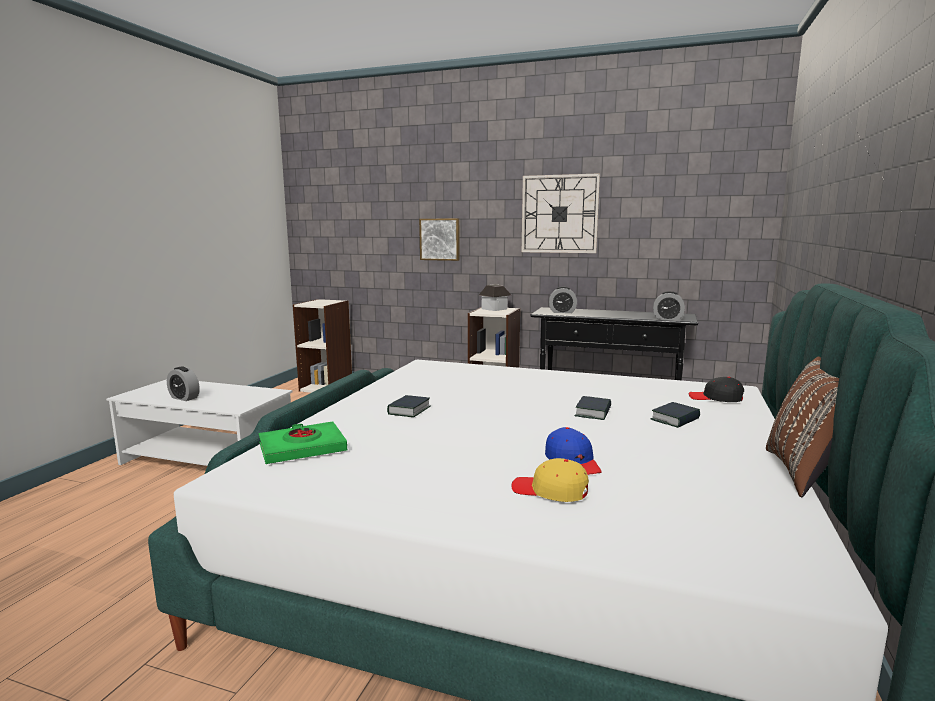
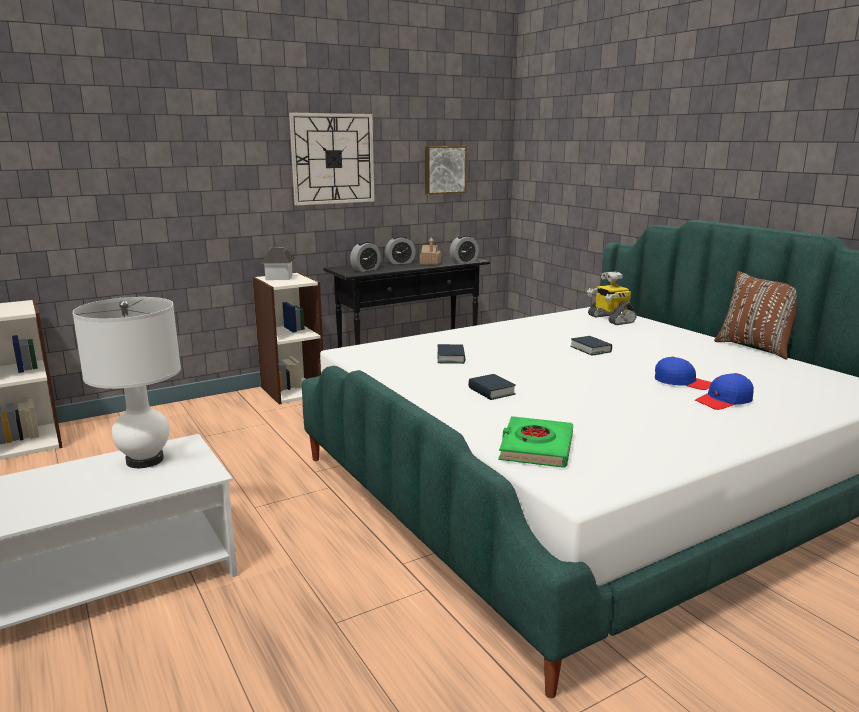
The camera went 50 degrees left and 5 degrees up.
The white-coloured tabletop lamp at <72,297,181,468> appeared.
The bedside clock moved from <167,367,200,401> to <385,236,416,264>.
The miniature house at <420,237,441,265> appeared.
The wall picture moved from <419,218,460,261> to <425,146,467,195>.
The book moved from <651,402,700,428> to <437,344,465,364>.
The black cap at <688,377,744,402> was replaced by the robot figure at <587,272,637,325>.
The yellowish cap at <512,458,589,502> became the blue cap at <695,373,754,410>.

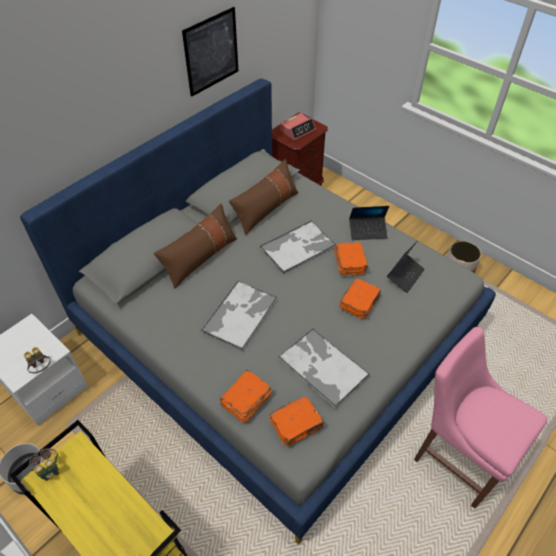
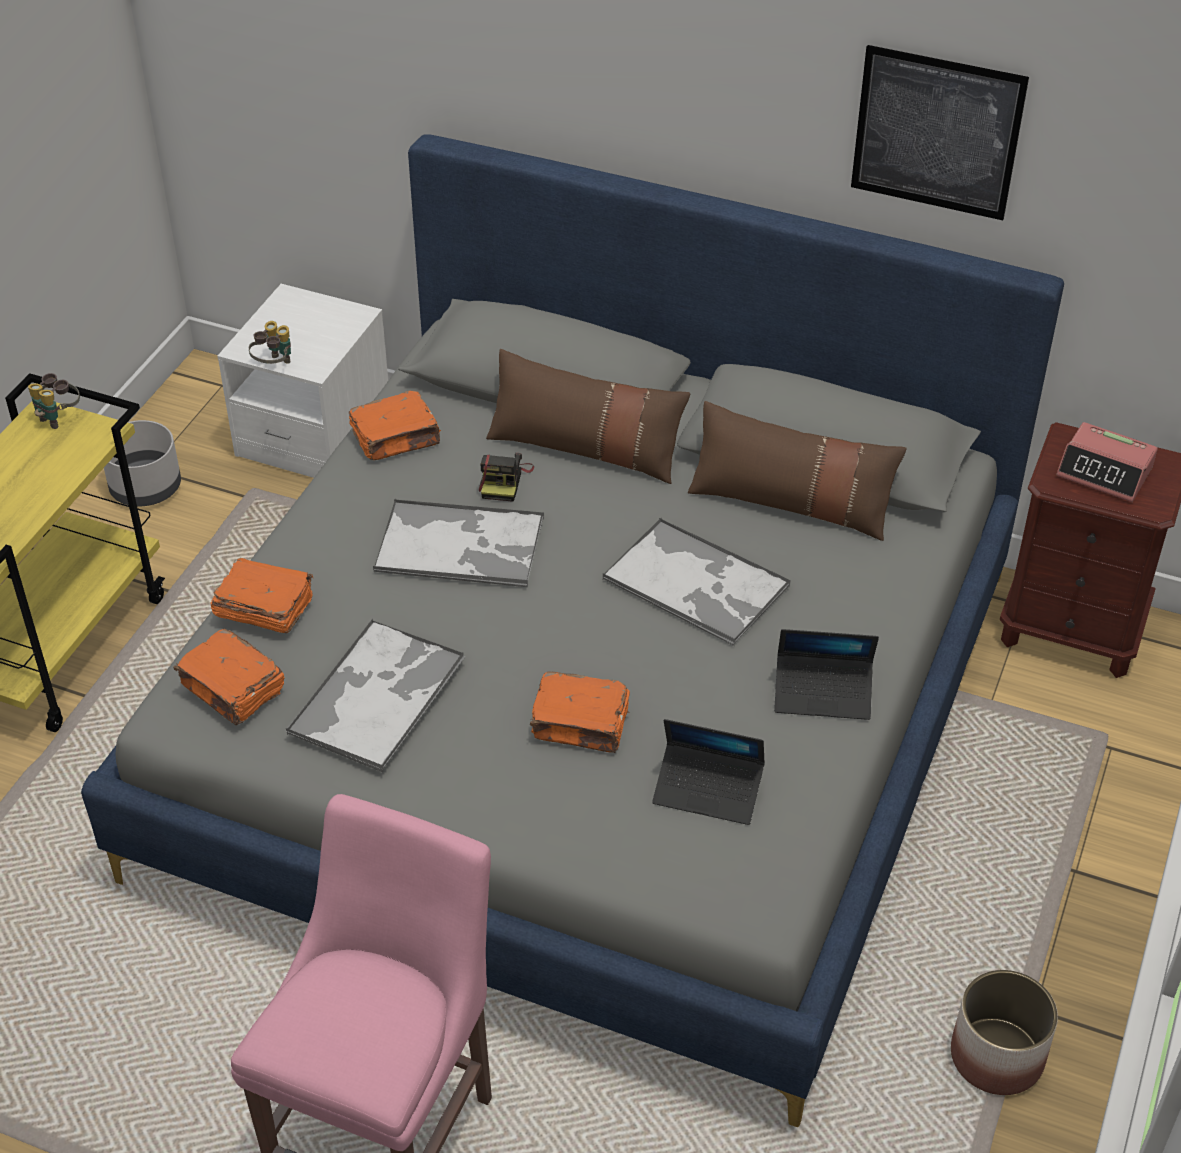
The camera went 70 degrees right and 5 degrees down.
The orange-coloured book moved from <334,242,369,275> to <349,391,441,460>.
The photo camera at <479,453,534,502> appeared.
The notebook computer at <349,206,390,240> turned 60 degrees counterclockwise.

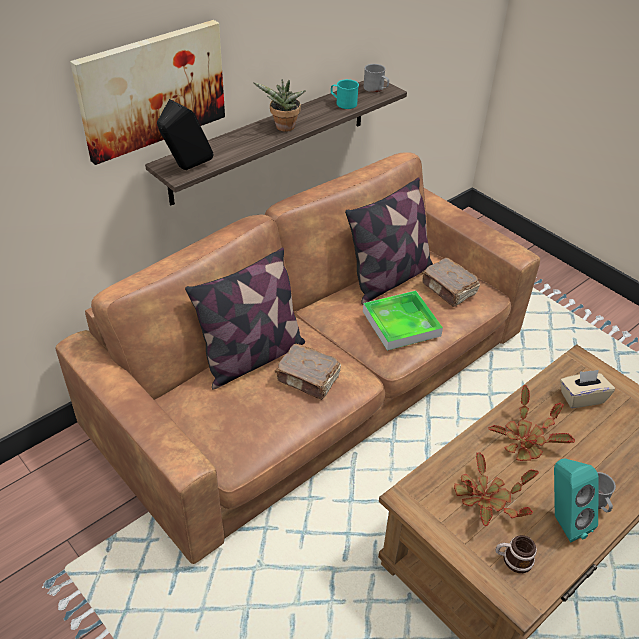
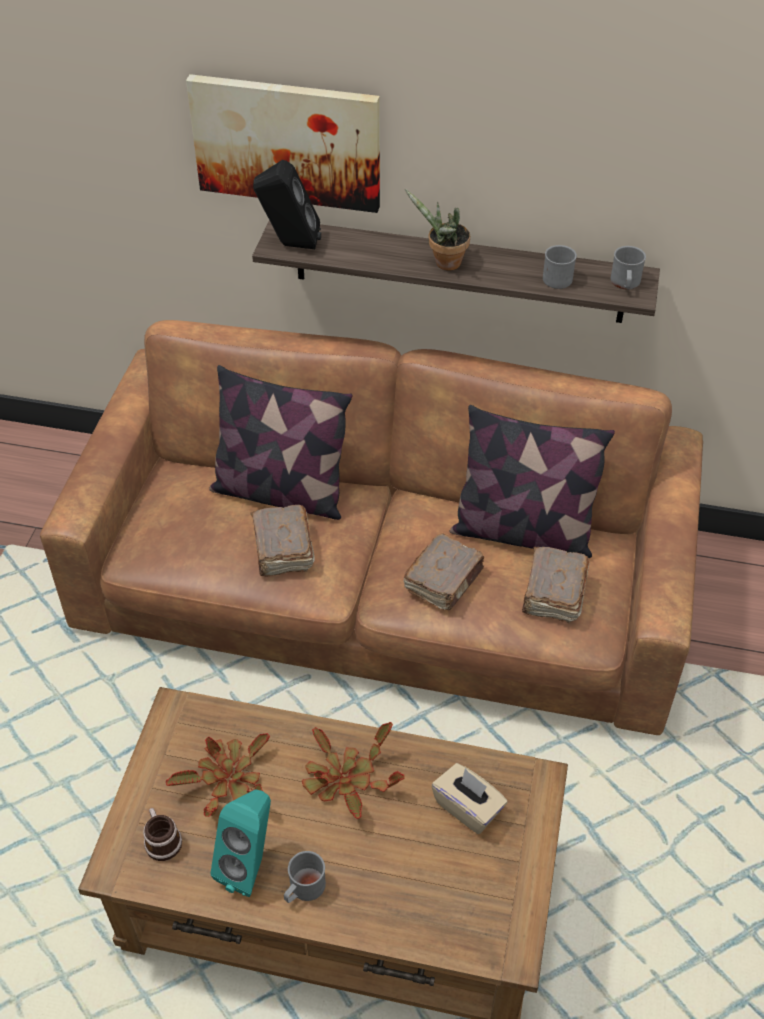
The camera went 55 degrees right and 5 degrees up.
The carrying tray at <363,291,443,351> was replaced by the brown-coloured book at <404,533,484,610>.
The blue-green mug at <331,79,359,109> became the grey mug at <543,245,577,289>.

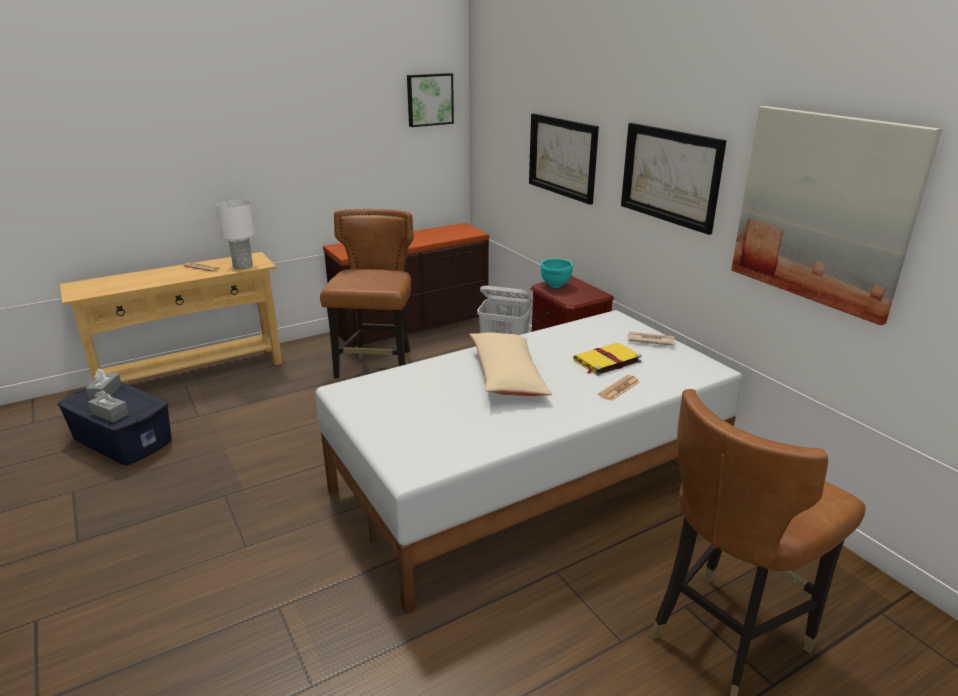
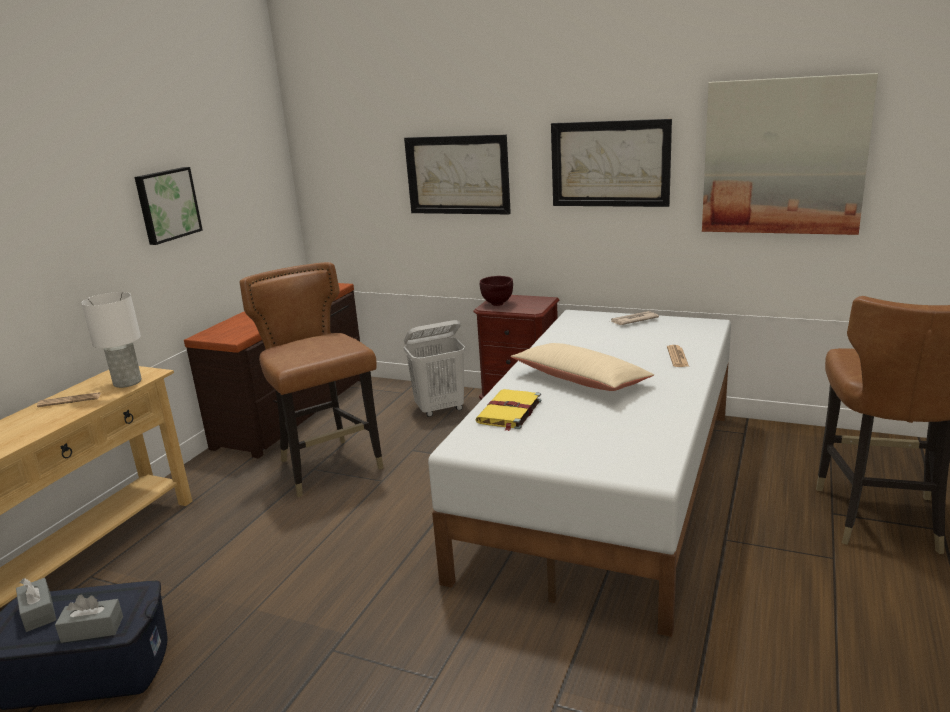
The camera went 35 degrees left and 5 degrees down.
The wall picture moved from <407,73,454,127> to <135,167,203,245>.
The yellowish book moved from <573,343,642,376> to <475,389,542,431>.
The blue-green serving bowl at <541,259,573,288> became the brown-coloured serving bowl at <480,276,513,306>.

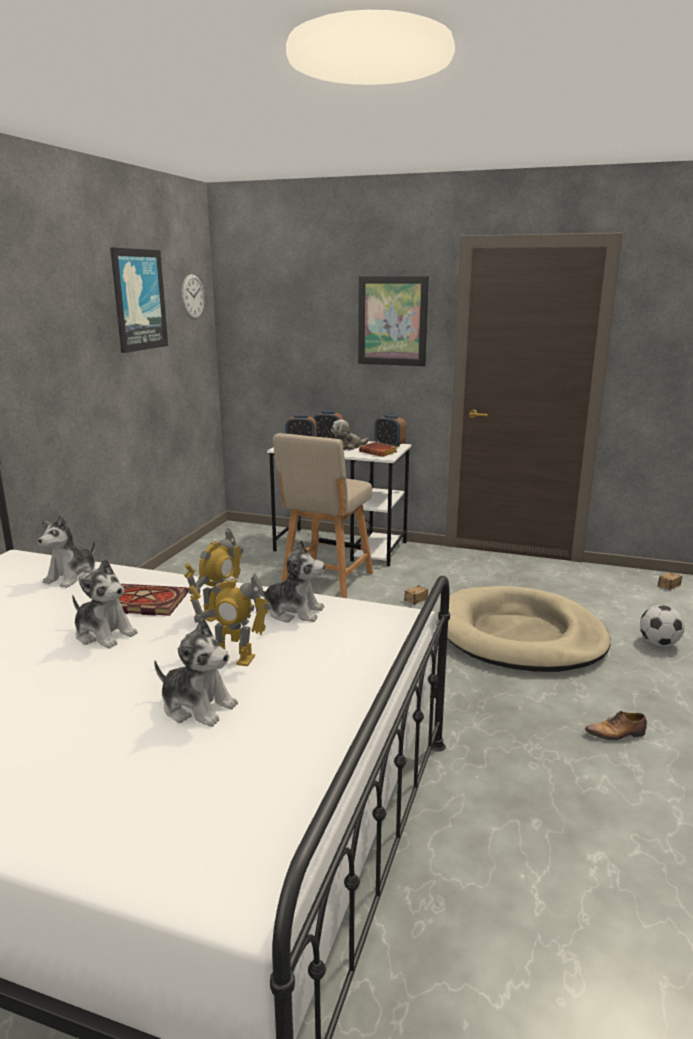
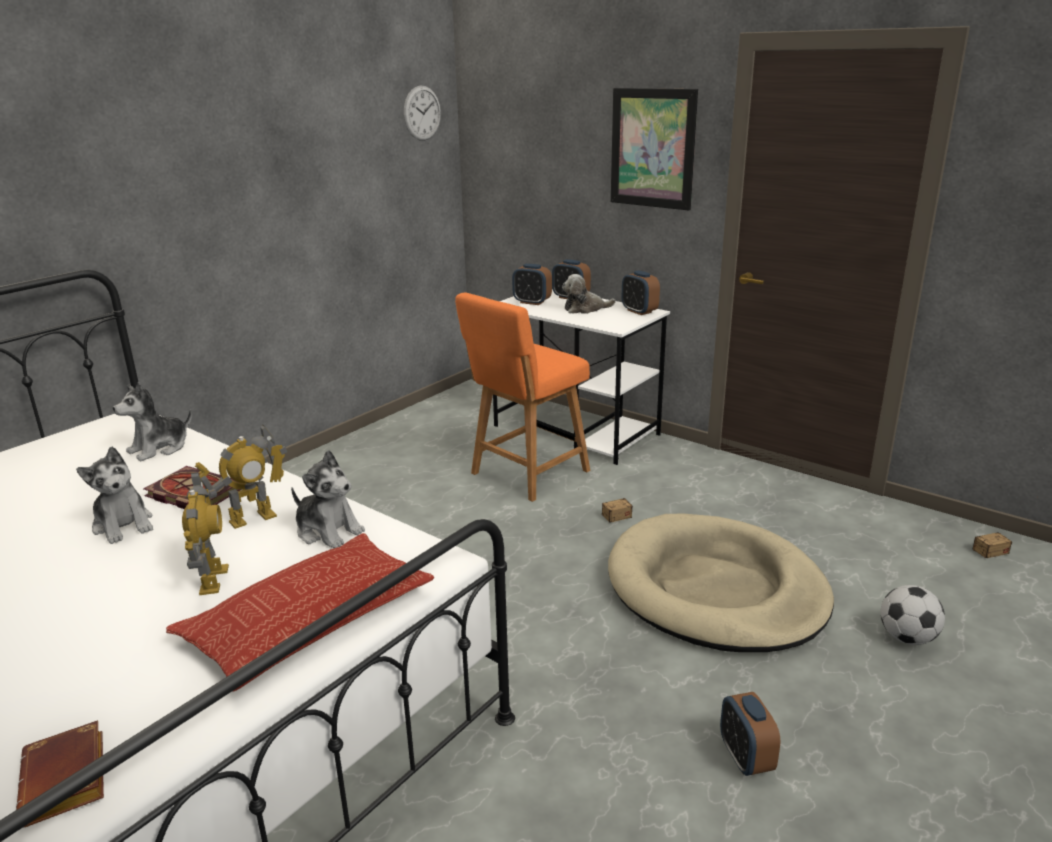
The camera went 20 degrees right and 5 degrees up.
The brown-coloured book moved from <359,442,397,457> to <16,720,104,827>.
The cushion at <166,533,434,692> appeared.
The robot figure at <189,573,272,666> turned 135 degrees counterclockwise.
The beige plain chair at <273,433,373,598> became the orange-coloured plain chair at <455,293,590,502>.
The shoe at <585,711,647,740> was replaced by the bedside clock at <720,692,780,776>.
The wall picture at <110,247,168,353> disappeared.
The soft toy at <154,618,238,727> disappeared.

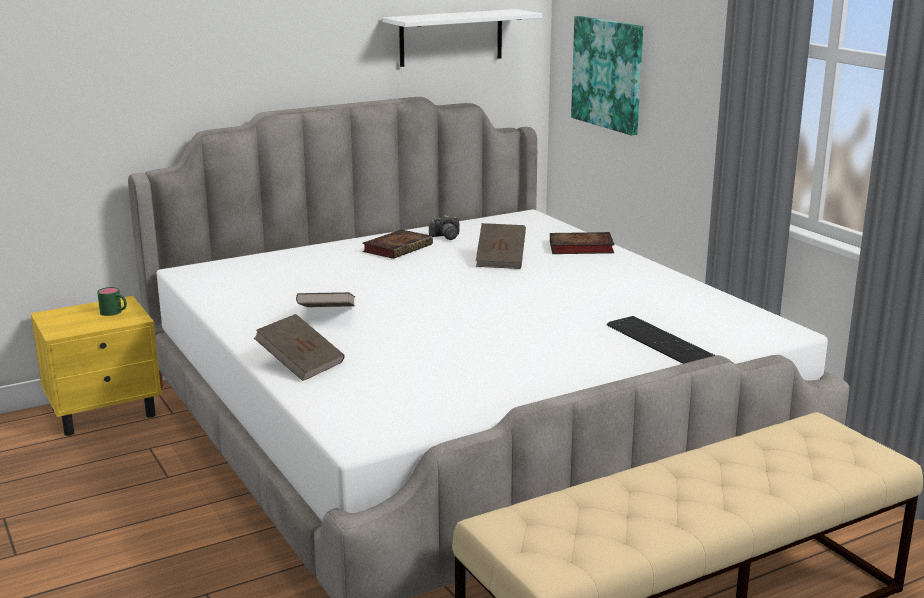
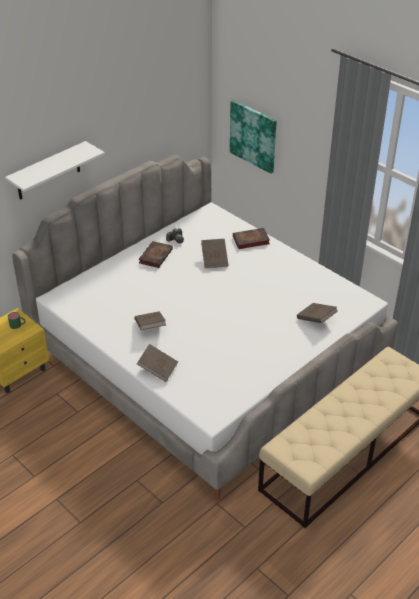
The camera went 15 degrees left and 20 degrees up.
The white-coloured shelf moved from <382,9,542,67> to <5,141,105,200>.
The PC keyboard at <607,316,716,364> was replaced by the brown-coloured book at <297,303,338,323>.

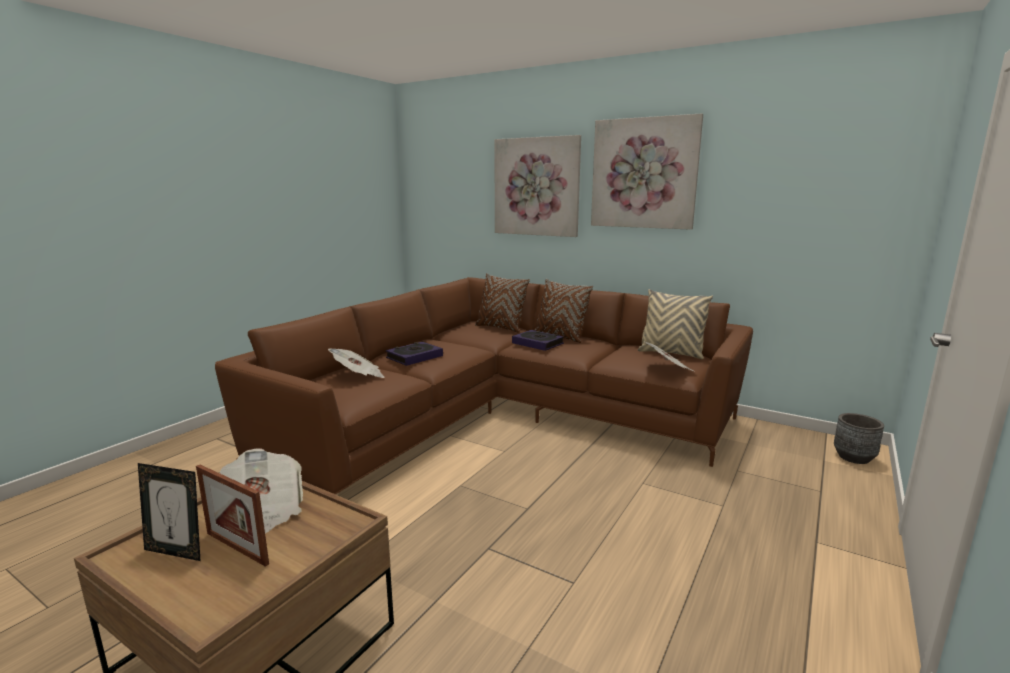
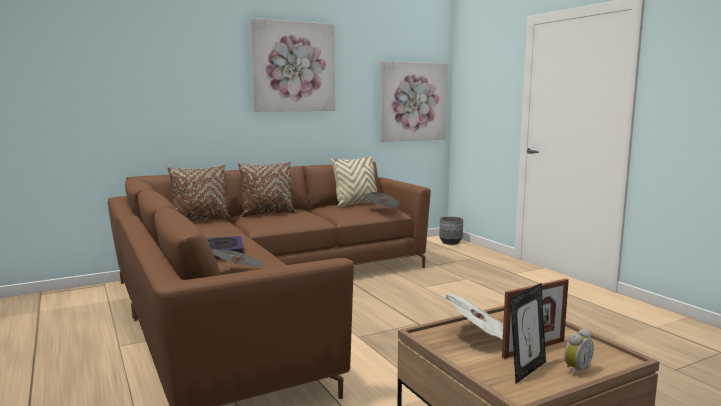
The camera went 60 degrees left and 5 degrees down.
The wall picture moved from <494,135,581,237> to <380,61,447,142>.
The bedside clock at <564,329,594,376> appeared.
The book at <512,330,564,351> disappeared.

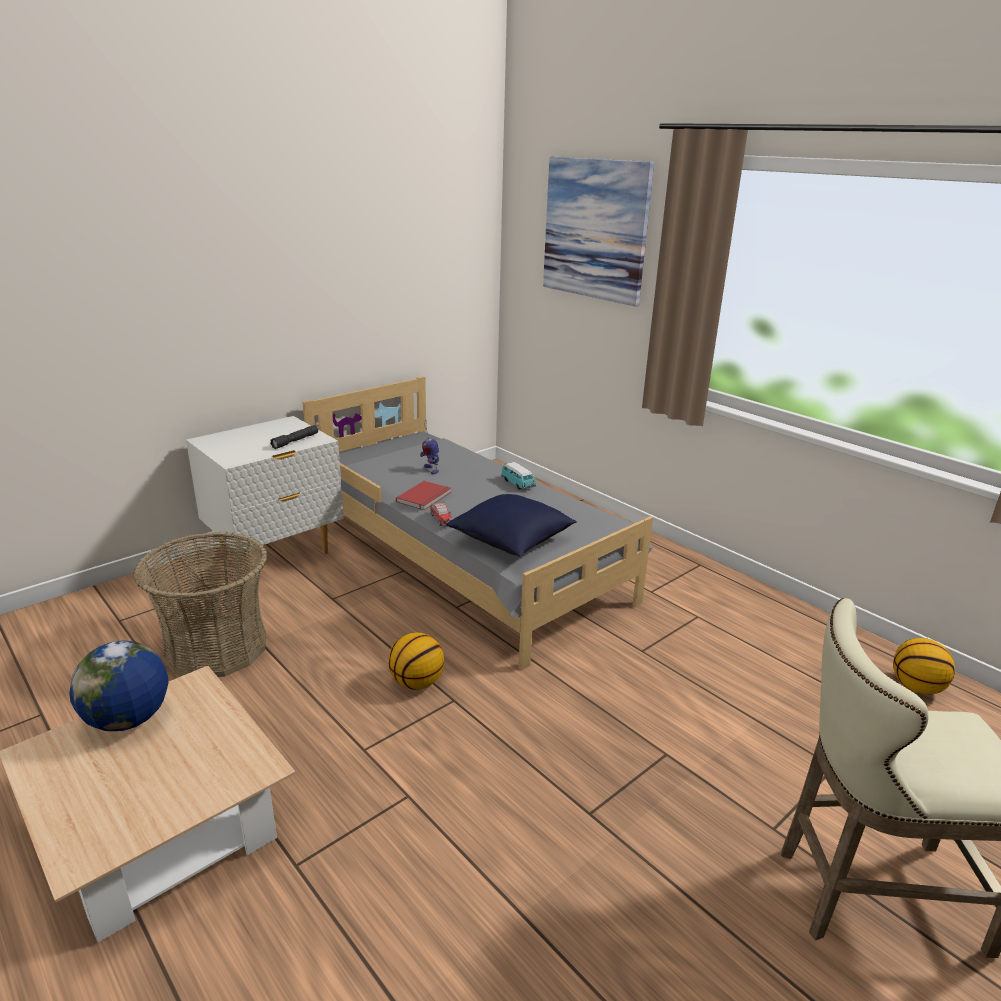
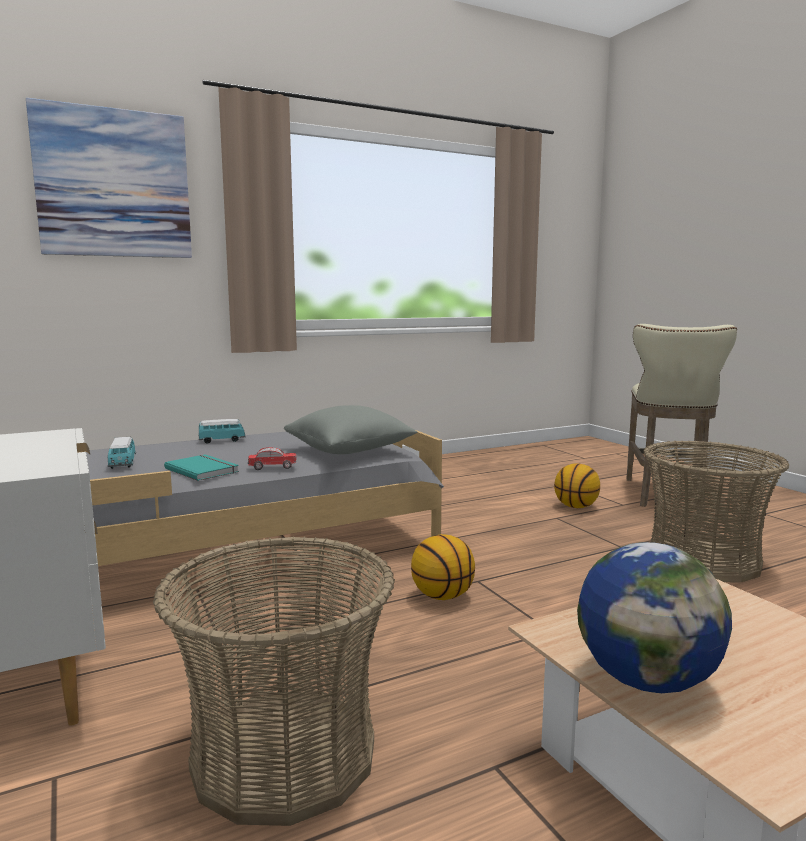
The camera went 75 degrees left and 15 degrees down.
The robot figure at <420,420,439,475> was replaced by the model car at <108,437,136,469>.
The red book at <396,481,451,510> became the blue-green book at <164,454,239,481>.
The blue cushion at <446,494,577,557> became the grey cushion at <284,405,417,454>.
The basketball moved from <893,638,955,694> to <554,463,600,508>.
The storage basket at <643,441,789,583> appeared.
The grey hand torch at <270,425,318,449> disappeared.

